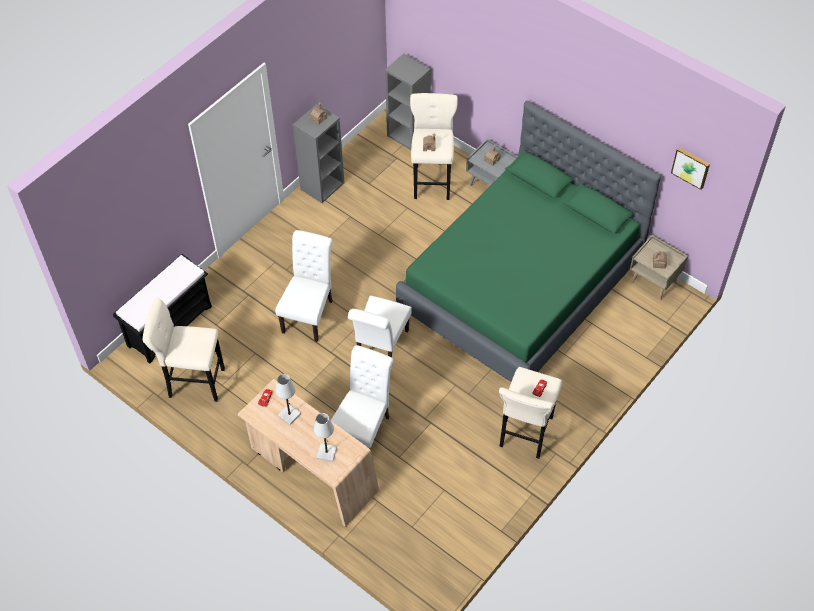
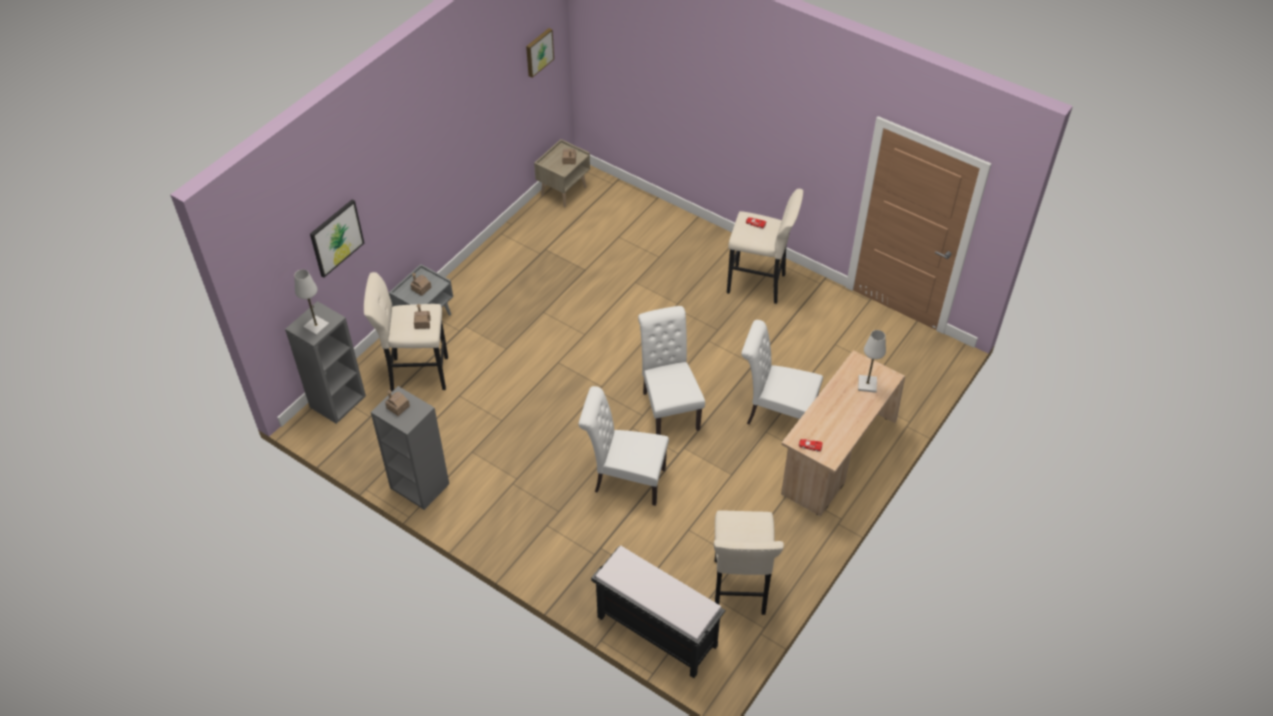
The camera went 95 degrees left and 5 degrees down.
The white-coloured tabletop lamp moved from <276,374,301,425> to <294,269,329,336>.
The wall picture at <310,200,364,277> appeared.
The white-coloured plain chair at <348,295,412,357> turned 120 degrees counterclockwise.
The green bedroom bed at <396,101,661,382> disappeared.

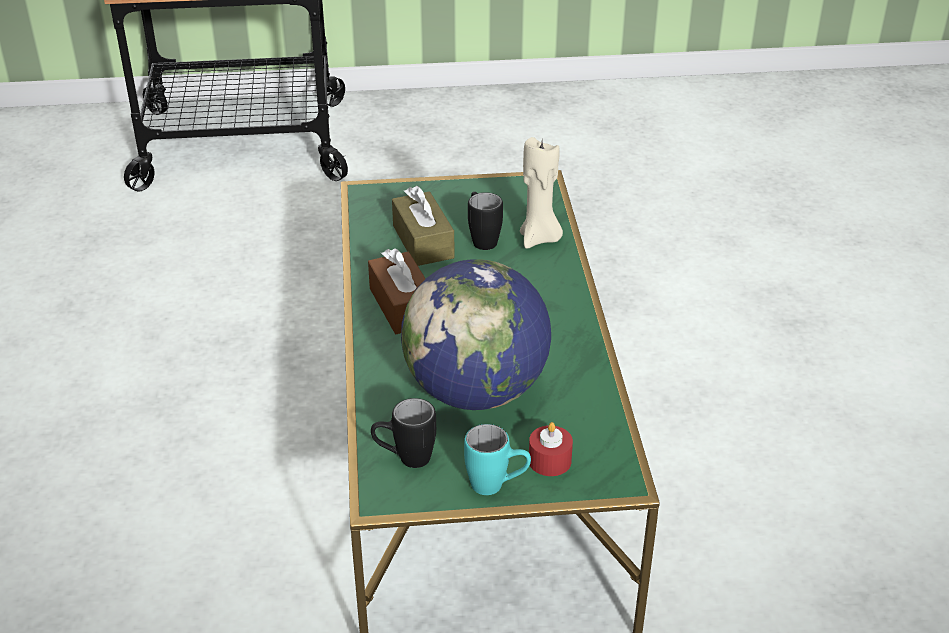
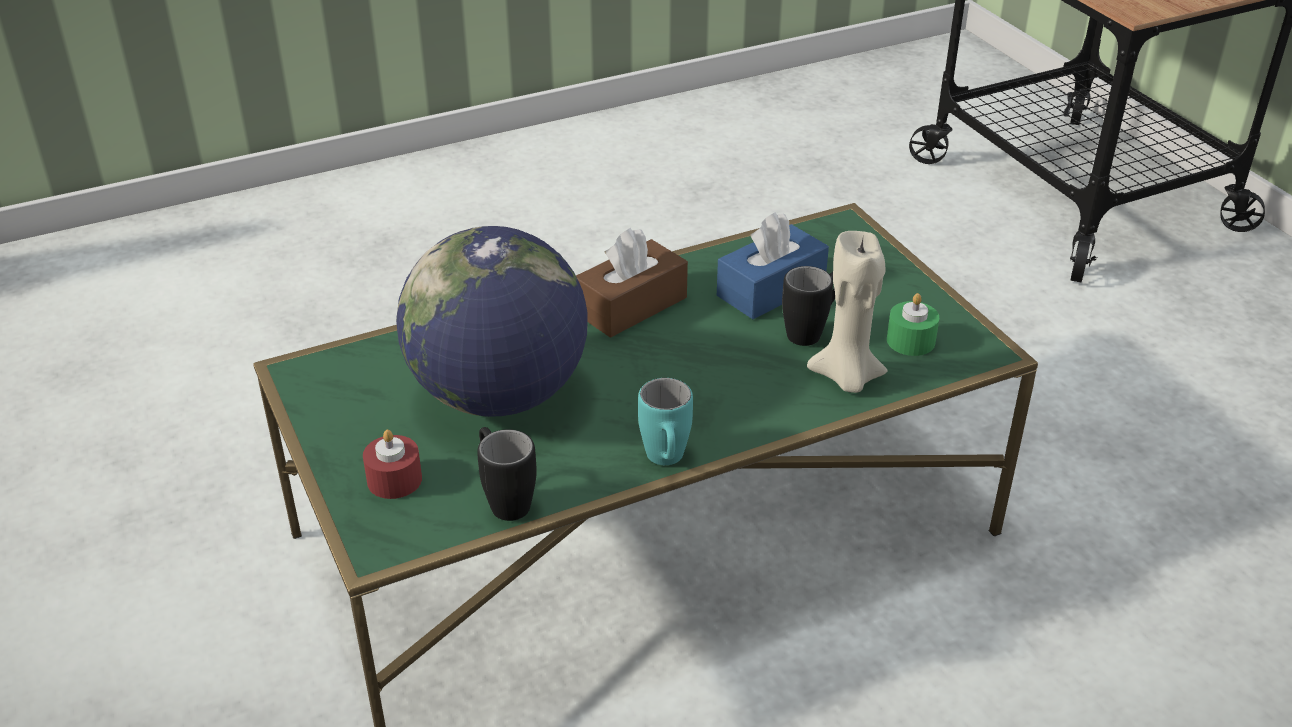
The camera went 70 degrees right and 0 degrees up.
The black mug moved from <371,398,436,468> to <477,427,537,521>.
The blue-green mug moved from <464,424,531,495> to <638,378,693,465>.
The brown-coloured tissue holder at <392,186,455,266> became the blue tissue holder at <717,212,829,319>.
The green wax light at <887,293,939,356> appeared.

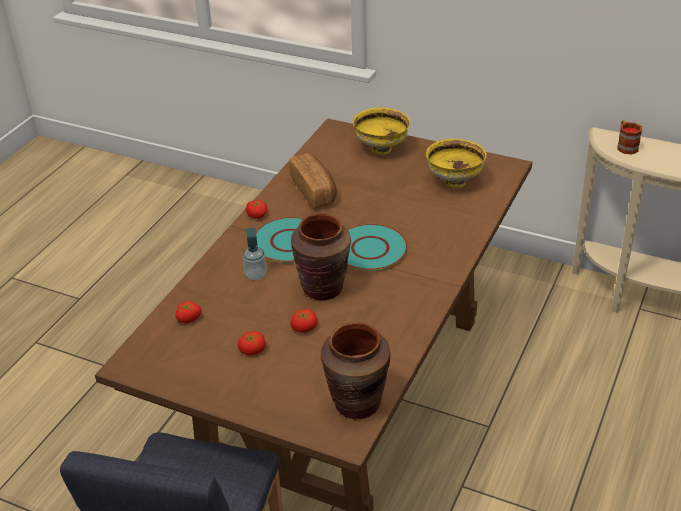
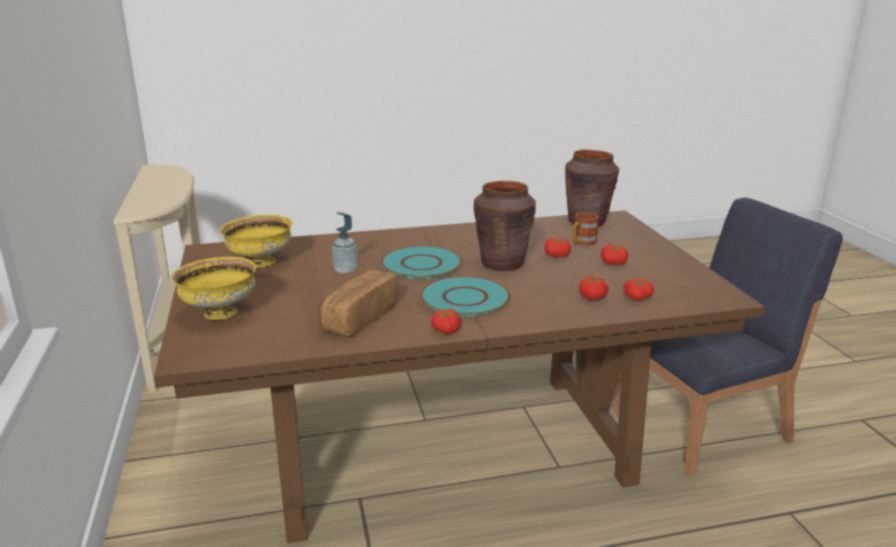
The camera went 130 degrees left and 15 degrees down.
The soap bottle moved from <242,227,267,280> to <332,212,357,274>.
The mug moved from <617,120,642,154> to <572,212,599,246>.
The fresh tomato at <579,276,609,300> appeared.

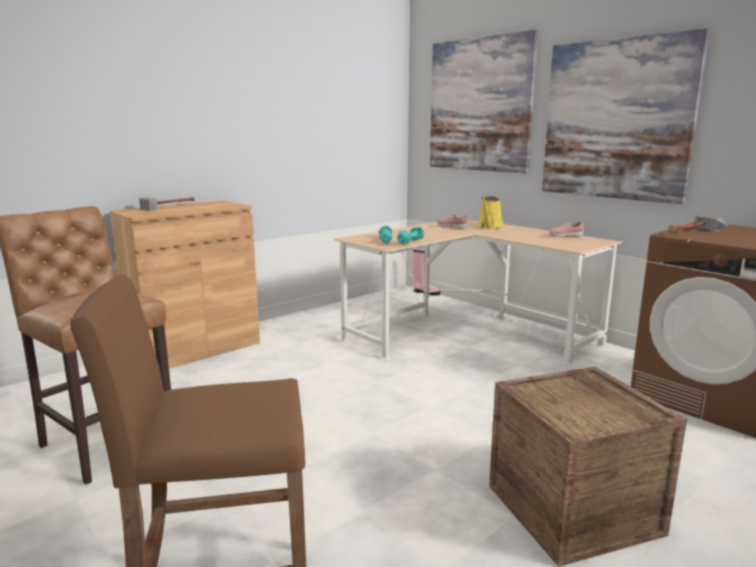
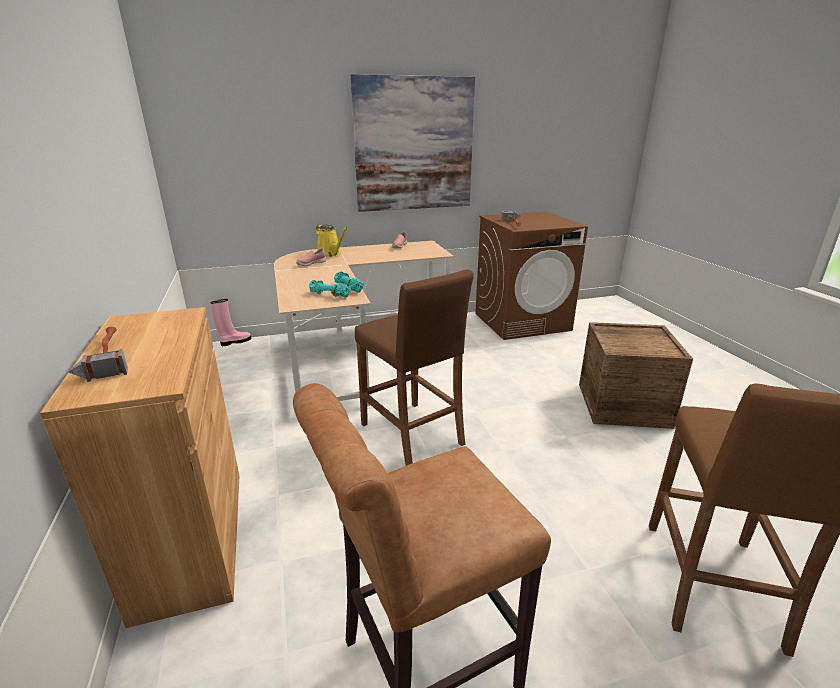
The camera went 65 degrees left and 10 degrees up.
The brown-coloured sitting stool at <355,270,474,466> appeared.
The wall picture at <430,30,538,173> disappeared.

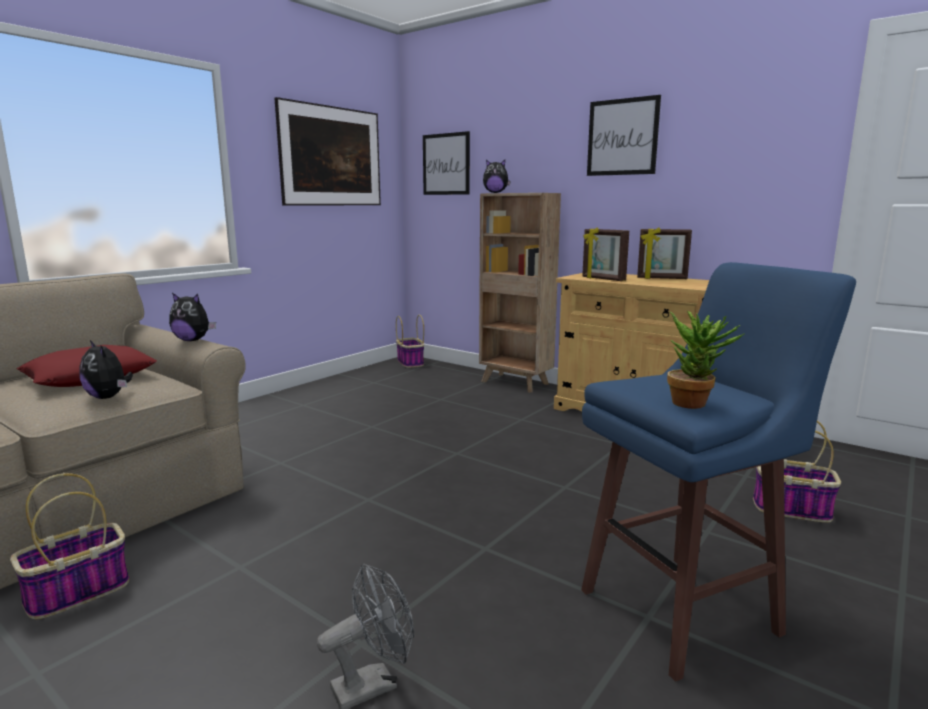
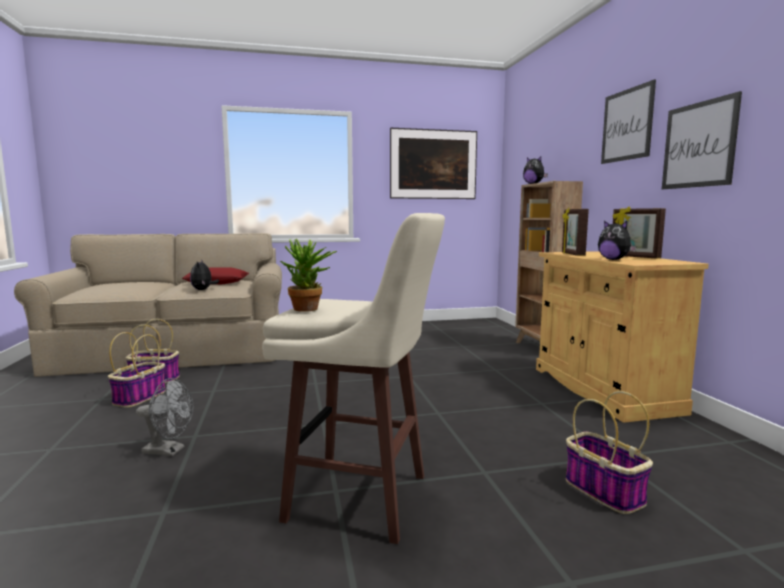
The camera went 40 degrees right and 5 degrees down.
The storage basket moved from <396,314,424,368> to <108,332,166,408>.
The blue sitting stool at <581,262,856,682> became the beige sitting stool at <262,213,445,544>.
The soft toy moved from <169,293,216,341> to <598,220,637,260>.
The wall picture moved from <423,131,470,195> to <662,91,742,189>.

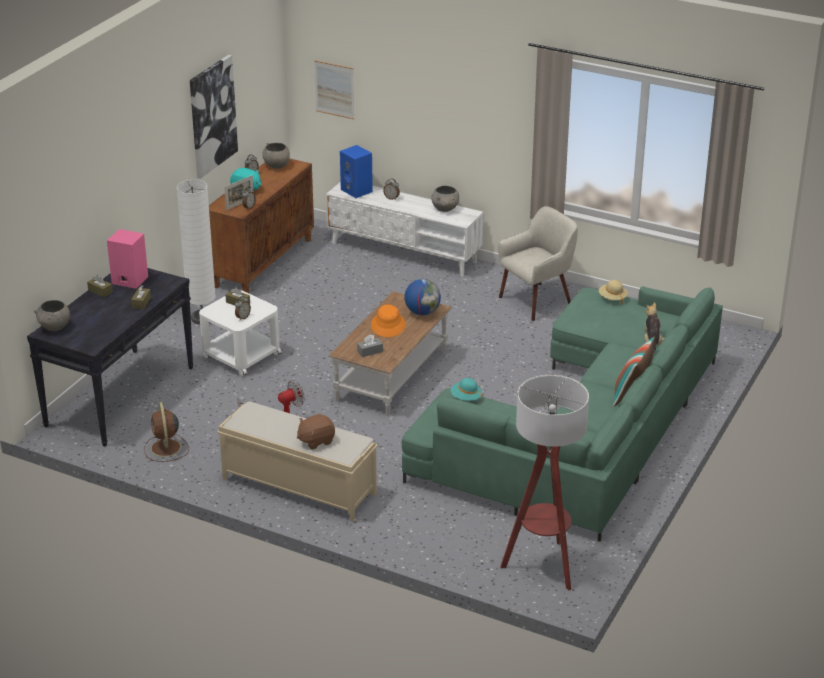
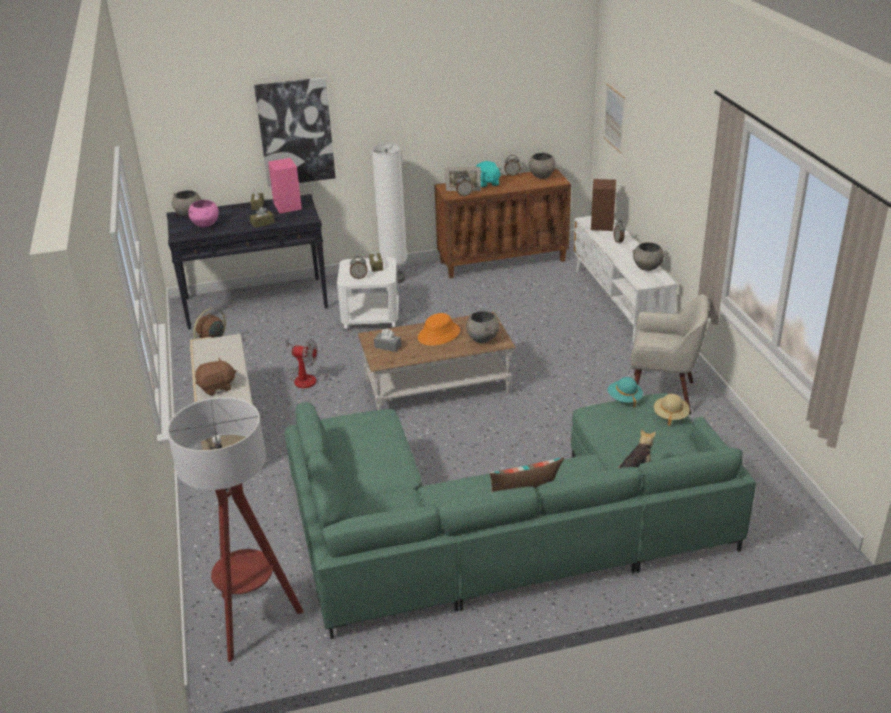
The camera went 50 degrees right and 0 degrees up.
The pink-coloured serving bowl at <188,200,219,227> appeared.
The brown-coloured soft toy at <297,414,335,450> turned 135 degrees clockwise.
The wall picture moved from <190,55,238,179> to <254,77,336,187>.
The world globe at <404,279,441,315> was replaced by the grey serving bowl at <466,311,499,343>.
The blue speaker at <340,145,373,198> became the brown-coloured speaker at <591,179,616,231>.
The blue-green clothing hat moved from <451,378,482,401> to <608,377,643,407>.

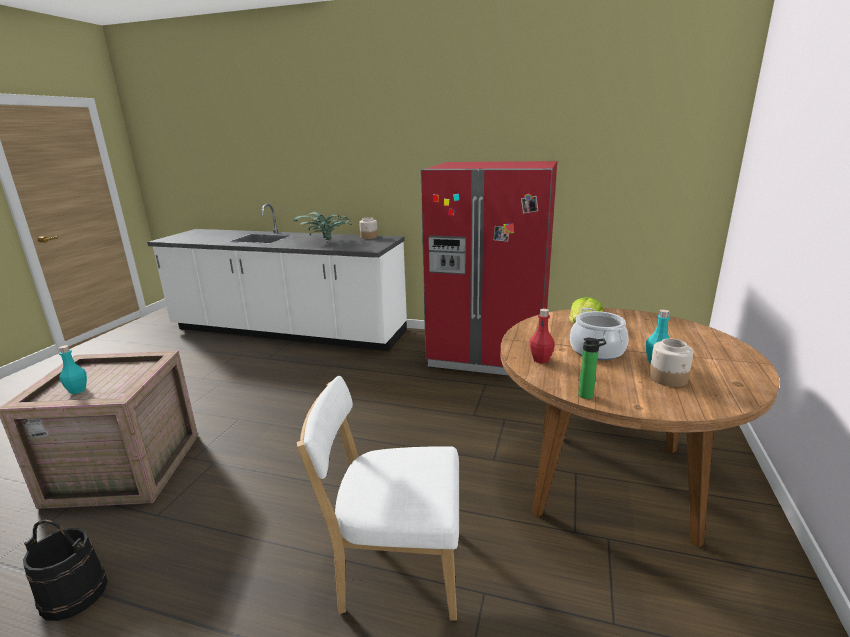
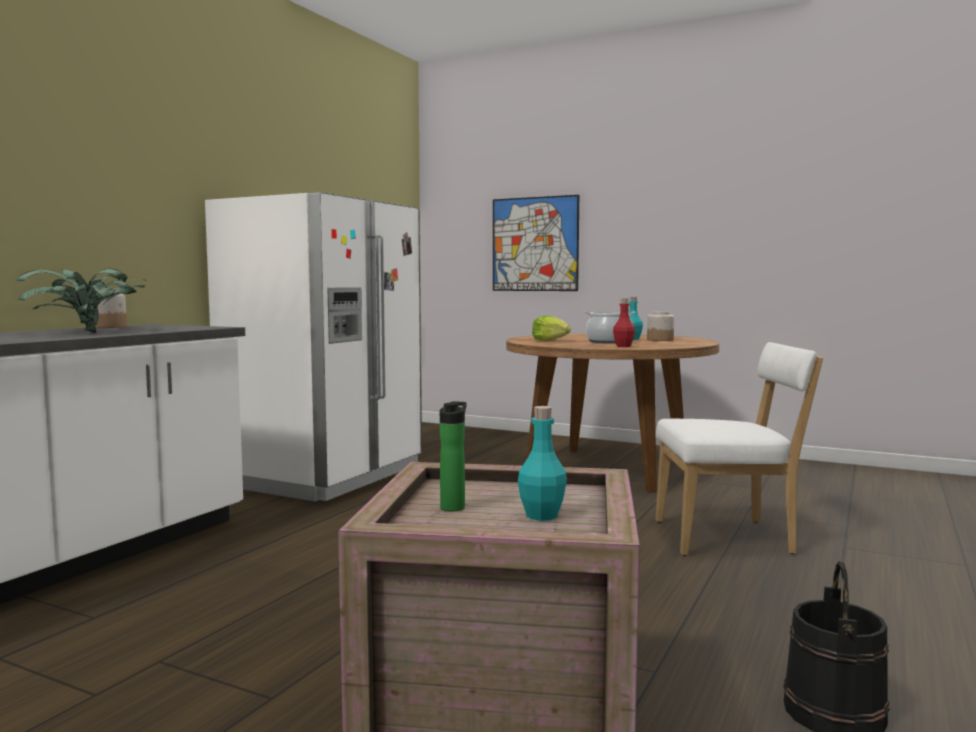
The camera went 80 degrees left and 15 degrees down.
The red refrigerator at <420,161,557,375> became the white-coloured refrigerator at <205,192,422,502>.
The drink bottle moved from <578,338,606,399> to <440,401,467,511>.
The wall picture at <493,195,579,291> appeared.
The white-coloured plain chair at <297,376,459,621> turned 105 degrees counterclockwise.

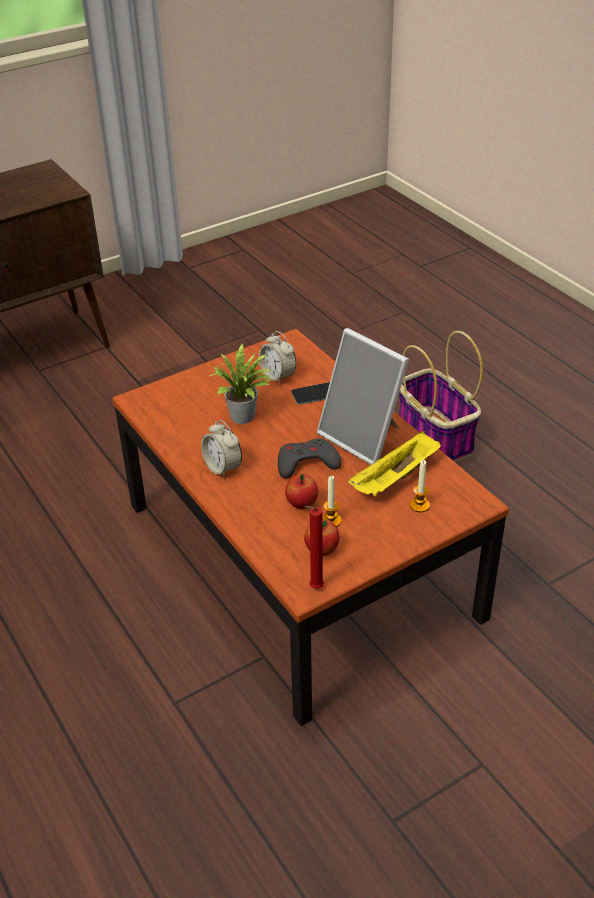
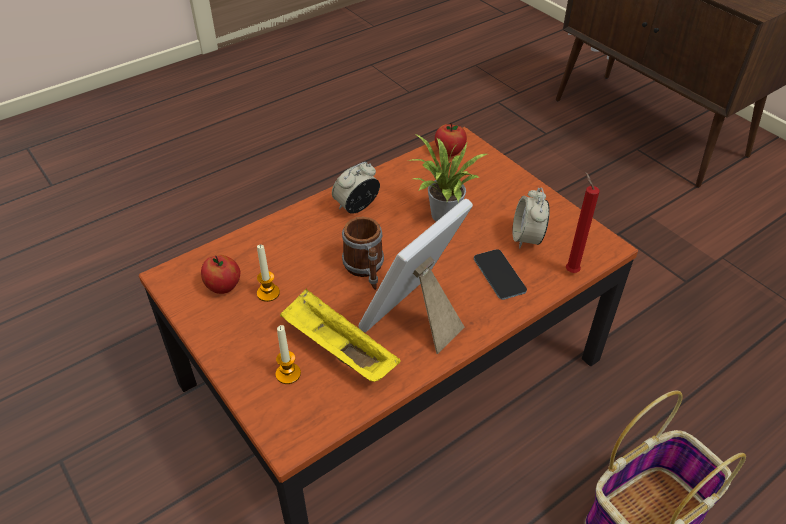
The camera went 85 degrees right and 5 degrees up.
The grey joypad at <278,438,341,478> was replaced by the mug at <342,217,384,290>.
The whole apple moved from <285,474,318,509> to <435,122,467,157>.
The bedside clock at <259,331,296,385> turned 45 degrees counterclockwise.
The red wax light moved from <304,506,324,589> to <566,172,600,273>.

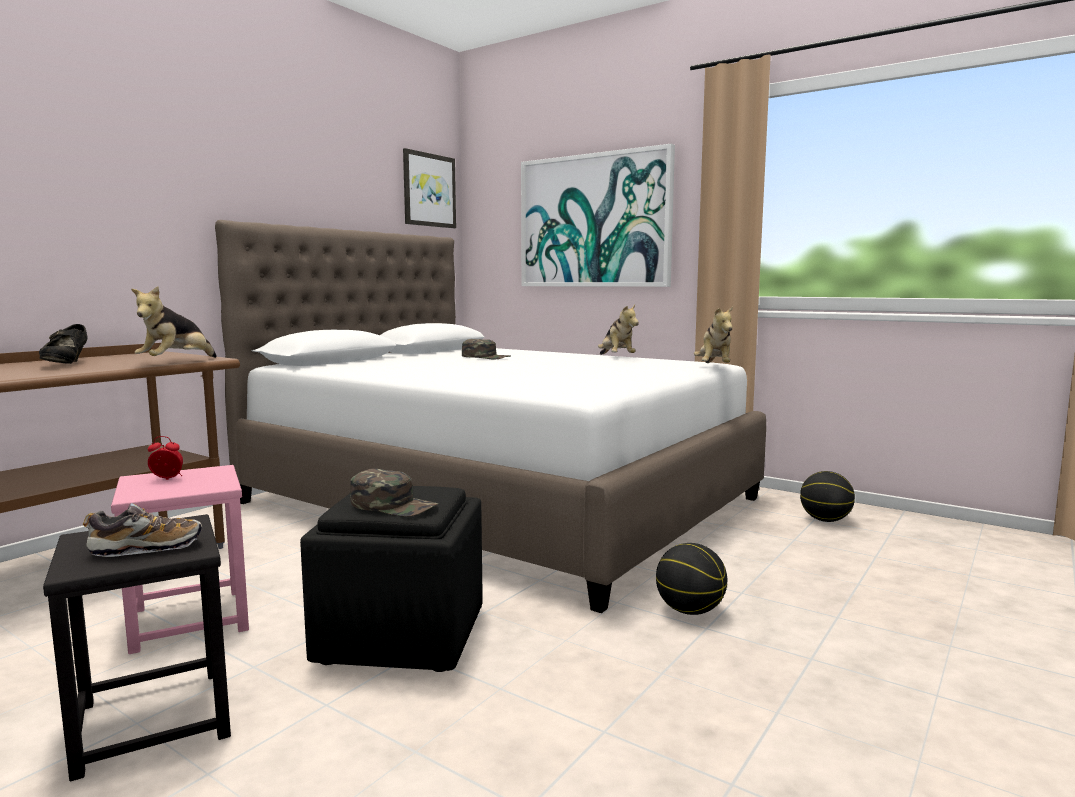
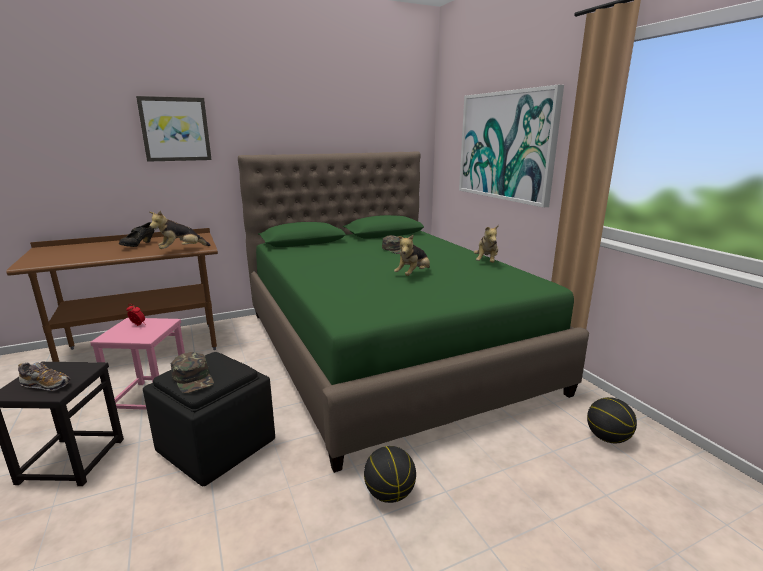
The camera went 30 degrees right and 10 degrees up.
The wall picture moved from <403,148,456,228> to <136,96,212,162>.
The white-coloured bedroom bed at <215,220,766,613> became the green bedroom bed at <238,151,589,473>.
The soft toy moved from <694,306,733,363> to <394,235,430,276>.

